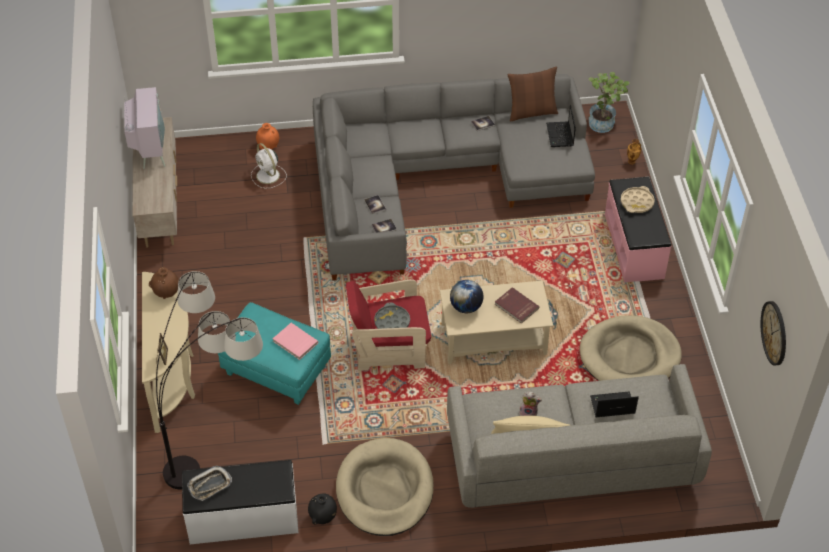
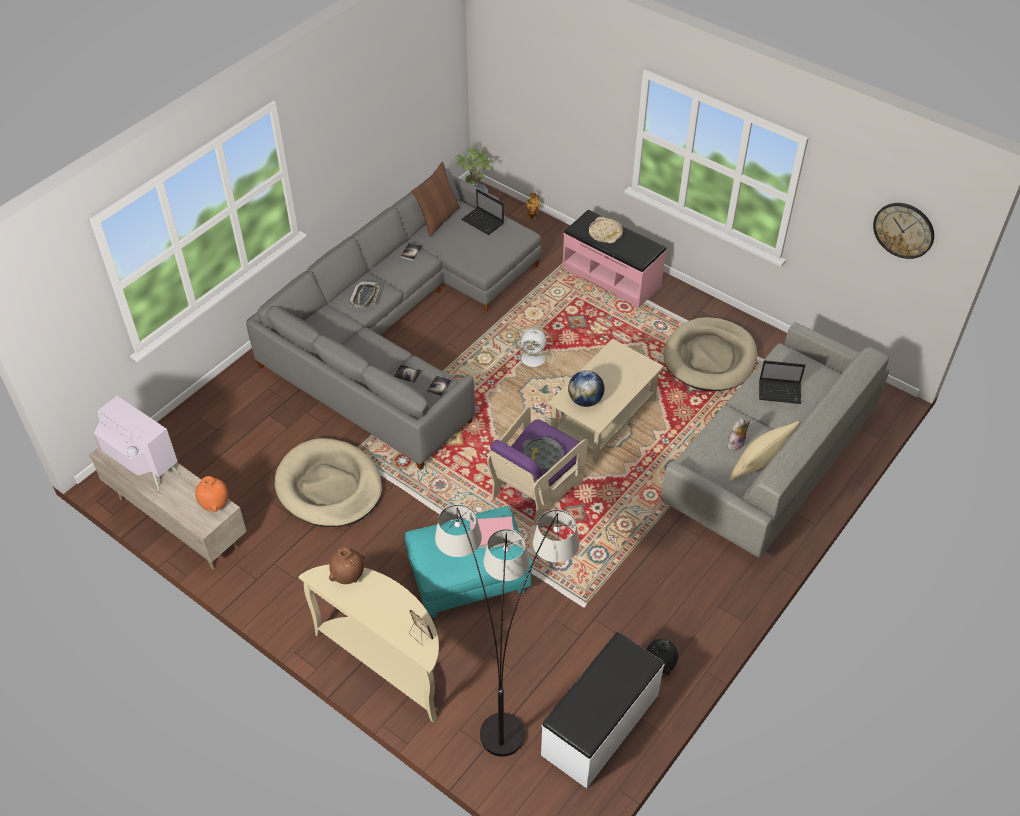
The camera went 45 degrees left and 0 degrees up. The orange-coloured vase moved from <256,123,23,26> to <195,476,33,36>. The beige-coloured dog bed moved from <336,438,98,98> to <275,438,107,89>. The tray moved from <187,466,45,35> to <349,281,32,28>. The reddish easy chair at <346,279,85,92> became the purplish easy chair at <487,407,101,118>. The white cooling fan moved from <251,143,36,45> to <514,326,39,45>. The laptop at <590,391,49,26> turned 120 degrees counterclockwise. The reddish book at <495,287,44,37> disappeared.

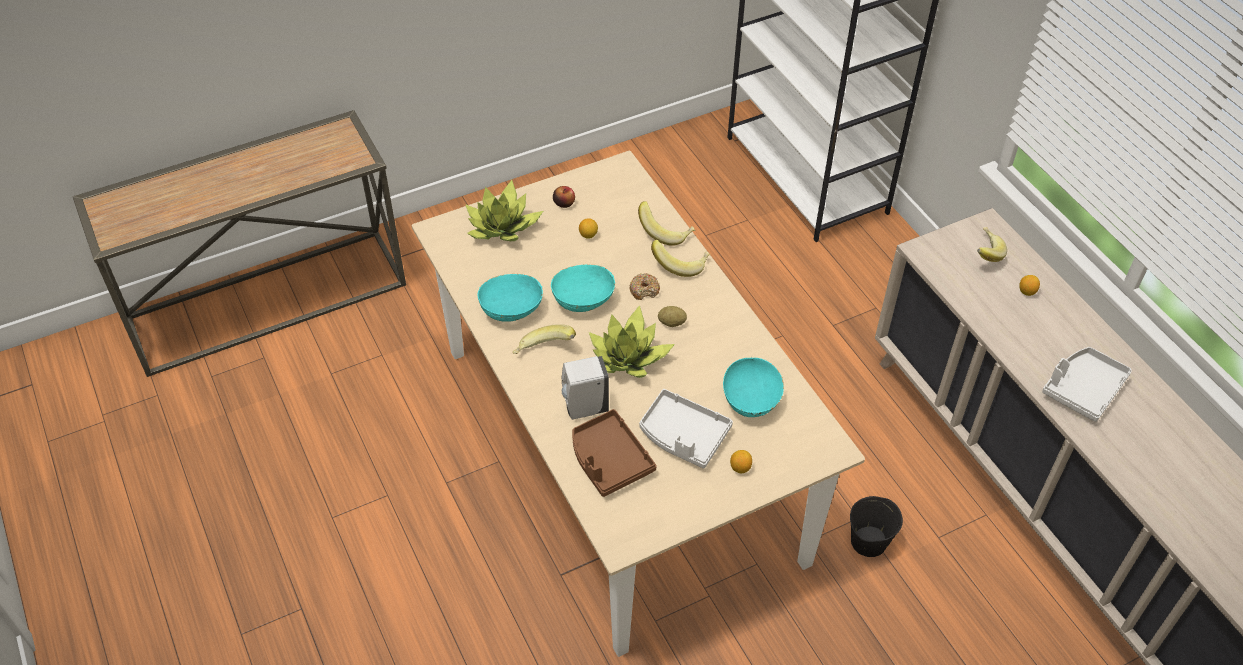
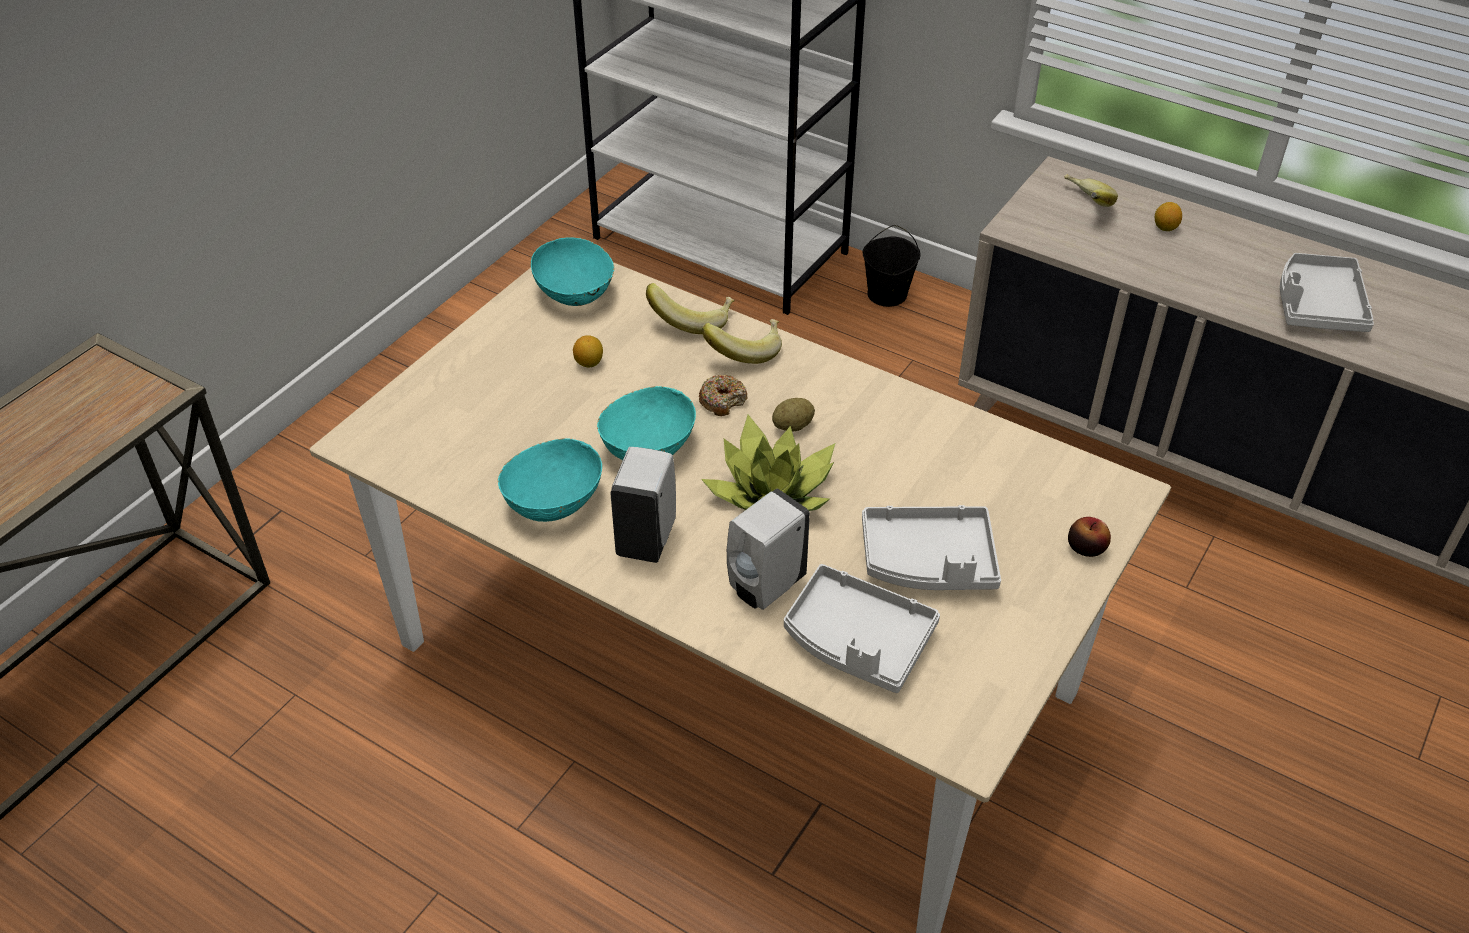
The camera went 30 degrees left and 5 degrees down. The turquoise-coloured deep dish moved from <723,358,61,59> to <531,237,84,69>. The banana at <513,324,63,30> was replaced by the white soap dispenser at <610,447,66,116>. The brown-coloured tray at <572,409,85,88> became the grey tray at <784,564,156,129>. The black-coloured water bucket moved from <850,496,53,61> to <863,225,58,82>. The whole apple moved from <553,186,22,22> to <1068,517,43,40>. The houseplant at <465,180,78,61> disappeared. The citrus fruit at <730,450,22,23> disappeared.

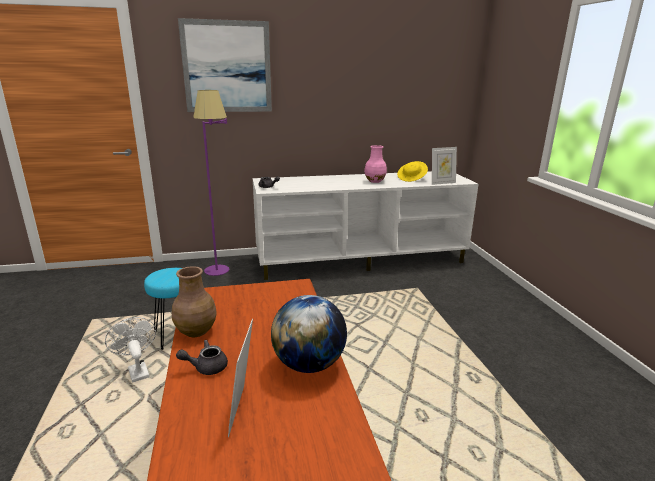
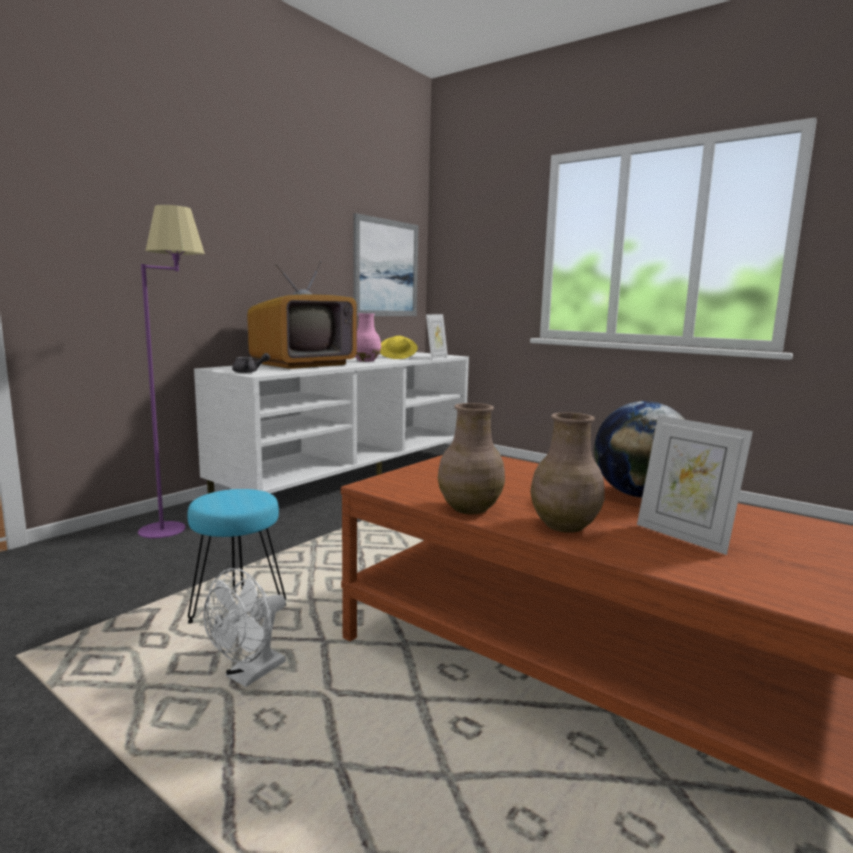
The camera went 40 degrees left and 10 degrees down. The white cooling fan at <105,317,51,66> turned 75 degrees counterclockwise. The television at <247,261,110,108> appeared. The wall art moved from <178,18,94,94> to <354,213,65,103>. The grey pot for tea at <176,340,52,35> was replaced by the brown-coloured vase at <530,413,75,120>.

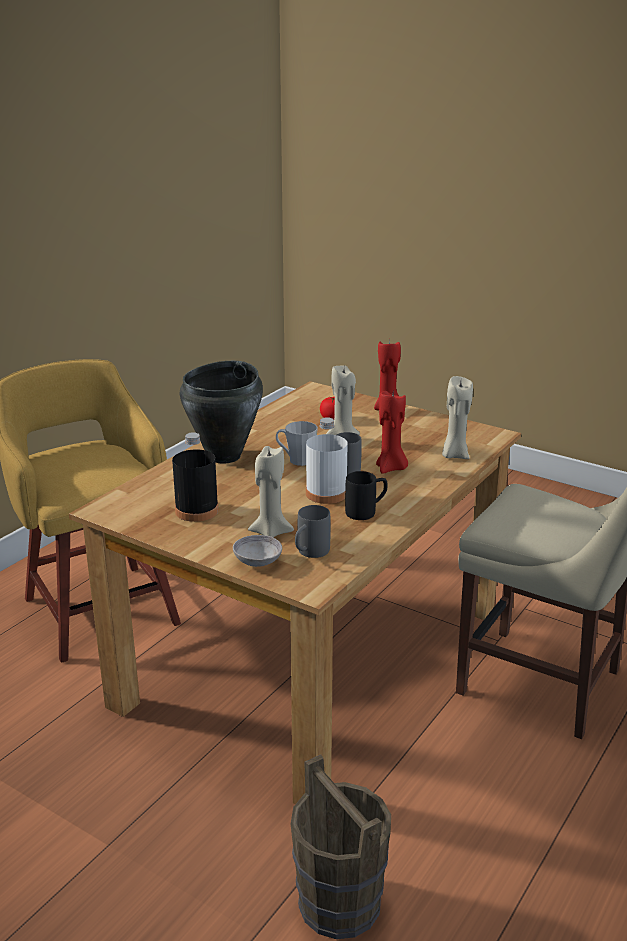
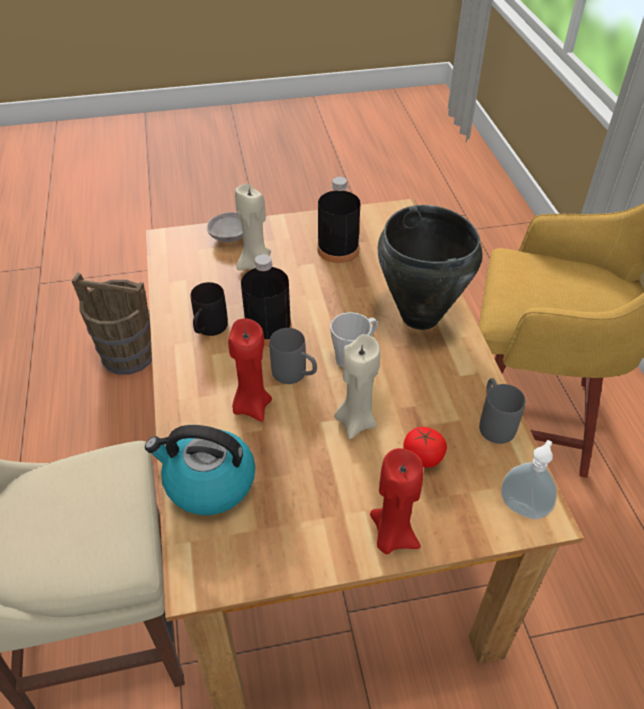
The camera went 135 degrees right and 20 degrees up. The beige-coloured candle at <442,376,31,83> was replaced by the tea kettle at <145,425,110,90>. The white drink bottle at <306,417,42,87> became the black-coloured drink bottle at <241,254,51,92>. The grey tea mug moved from <295,505,36,53> to <479,378,47,66>. The soap dispenser at <501,440,56,79> appeared.

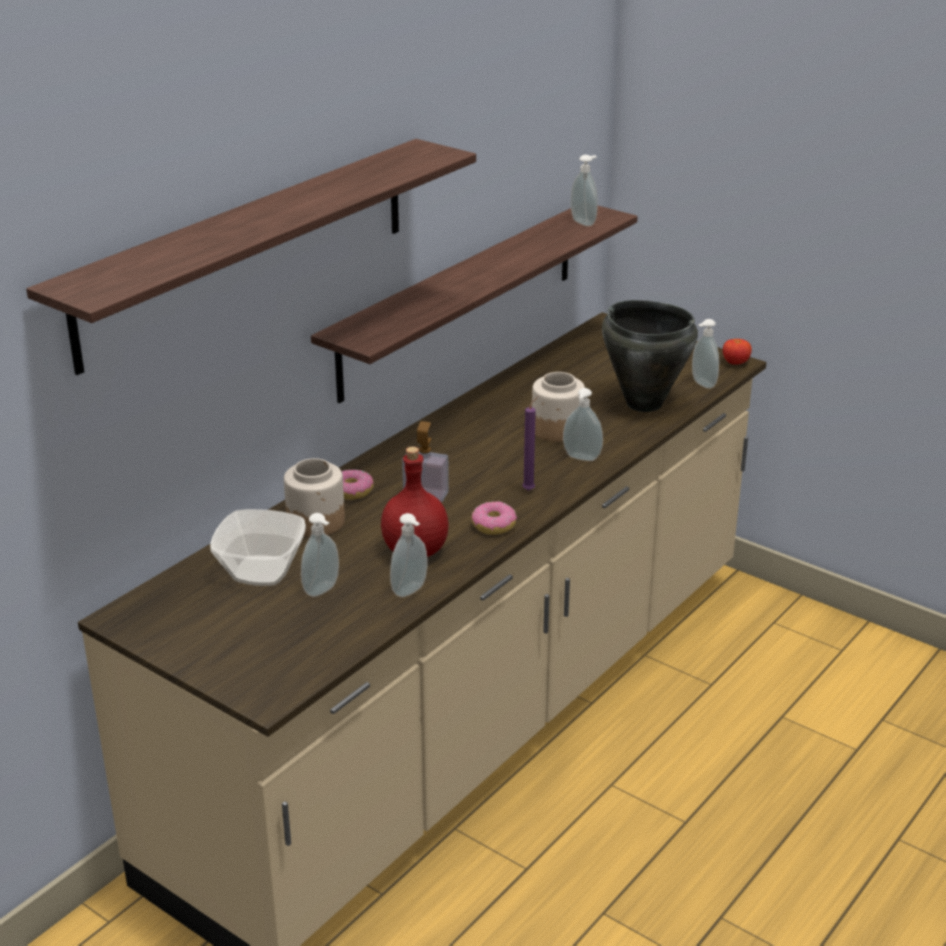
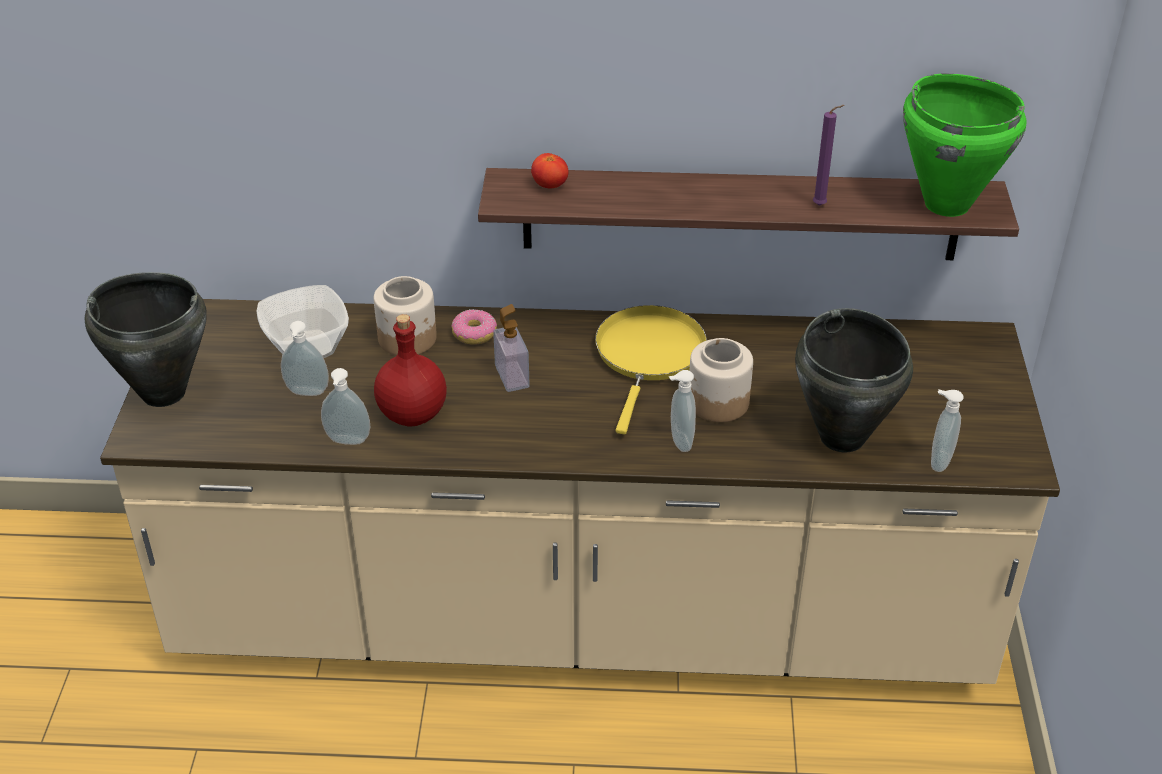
The camera went 55 degrees right and 10 degrees up. The black-coloured cooking pot at <85,272,122,135> appeared. The fresh tomato moved from <723,339,29,26> to <531,153,38,36>. The yellow skillet at <595,305,112,129> appeared. The purplish candle moved from <522,396,16,95> to <813,105,32,101>. The soap dispenser at <571,155,27,71> was replaced by the green cooking pot at <903,73,124,144>. The wall shelf at <26,139,450,236> disappeared. The donut at <472,501,45,34> disappeared.

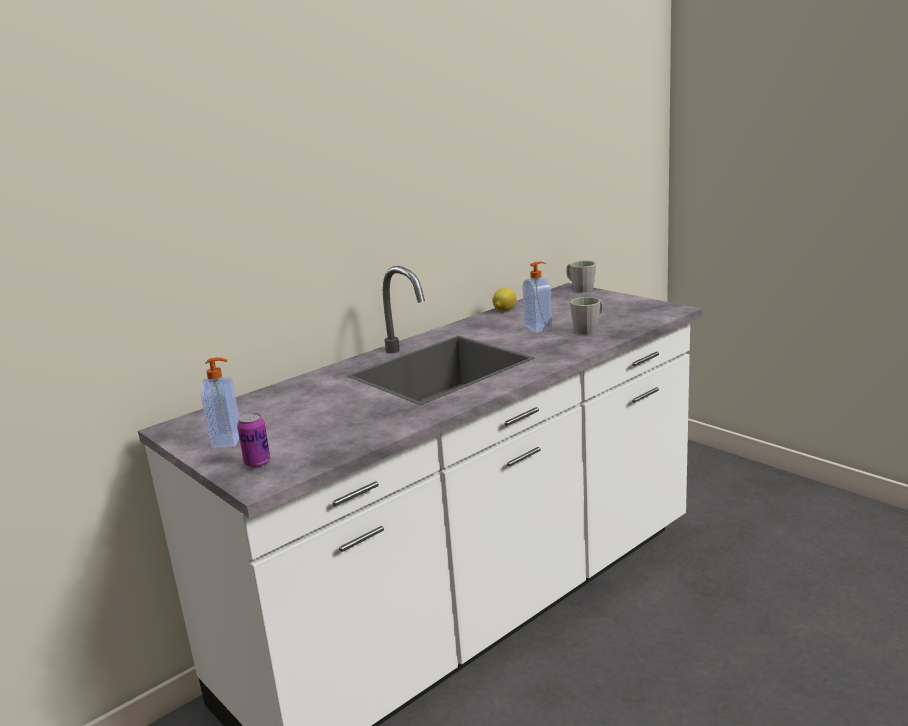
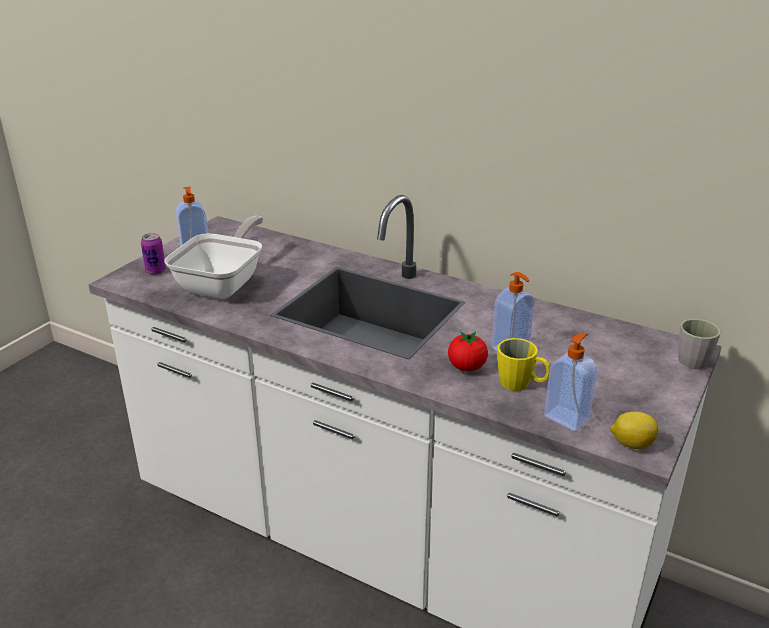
The camera went 70 degrees right and 10 degrees up. The skillet at <164,216,99,83> appeared. The fresh tomato at <448,332,40,39> appeared. The grey tea mug at <570,297,33,38> became the yellow tea mug at <497,338,53,53>. The soap dispenser at <544,333,53,98> appeared. The citrus fruit moved from <492,288,24,23> to <610,412,48,37>.

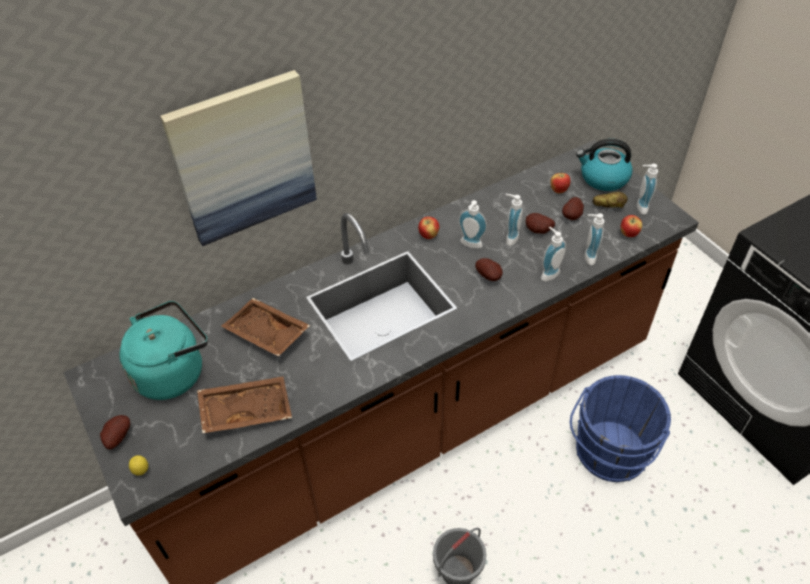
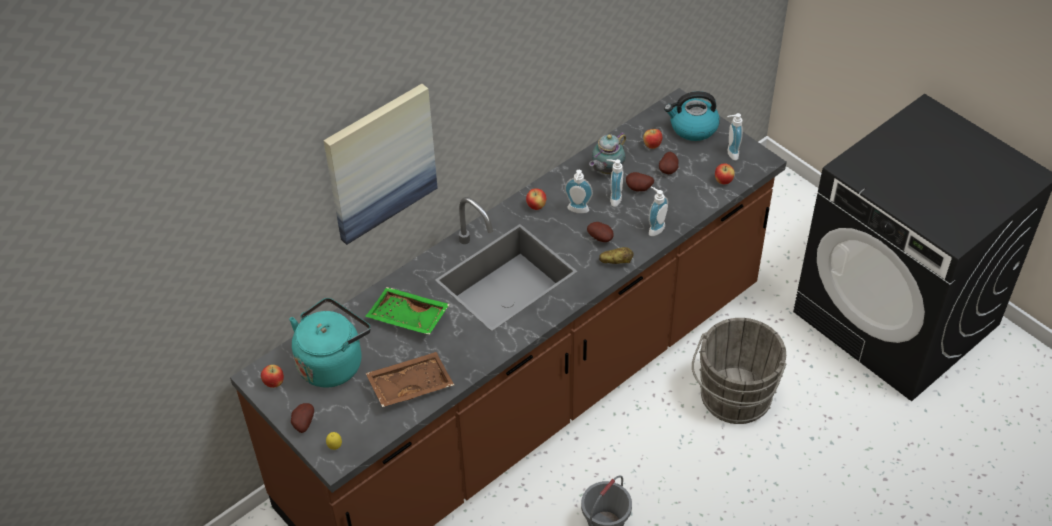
The camera went 10 degrees left and 0 degrees up. The whole apple at <261,365,23,23> appeared. The brown-coloured tray at <221,298,89,58> became the green tray at <365,287,85,48>. The pot for tea at <589,132,37,42> appeared. The spud moved from <592,192,36,16> to <599,247,34,17>. The bluish water bucket at <570,375,101,107> became the grey water bucket at <692,318,94,106>. The soap dispenser at <584,213,20,52> disappeared.

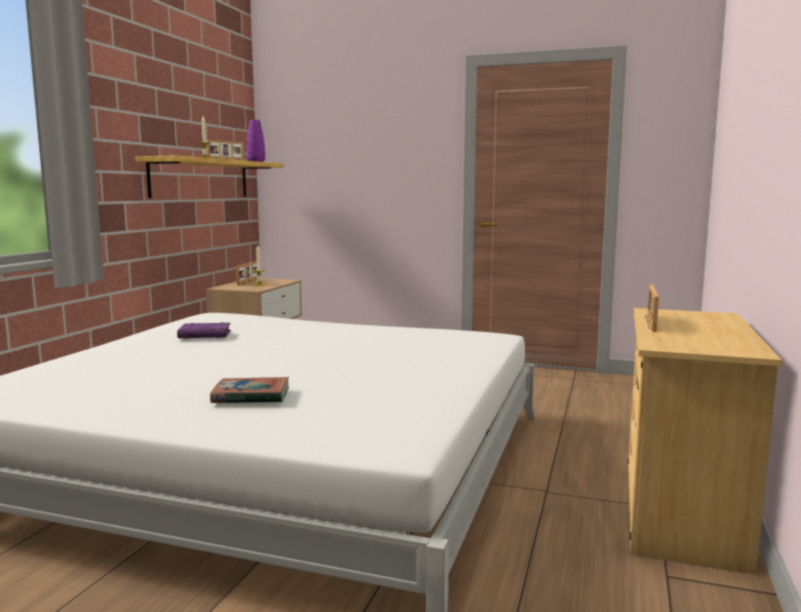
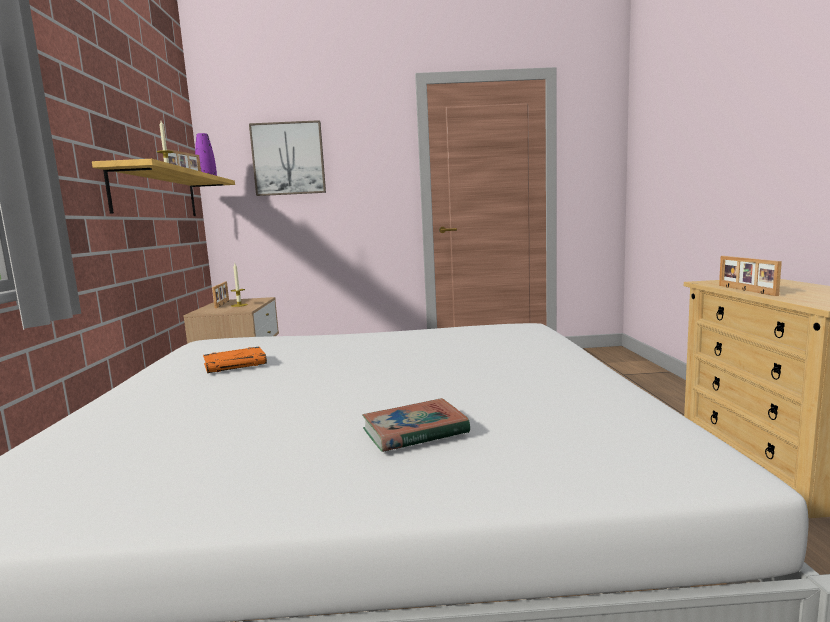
The camera went 20 degrees left and 0 degrees up. The purplish book at <177,322,54,17> became the orange-coloured book at <203,347,64,26>. The wall art at <249,120,77,76> appeared.

